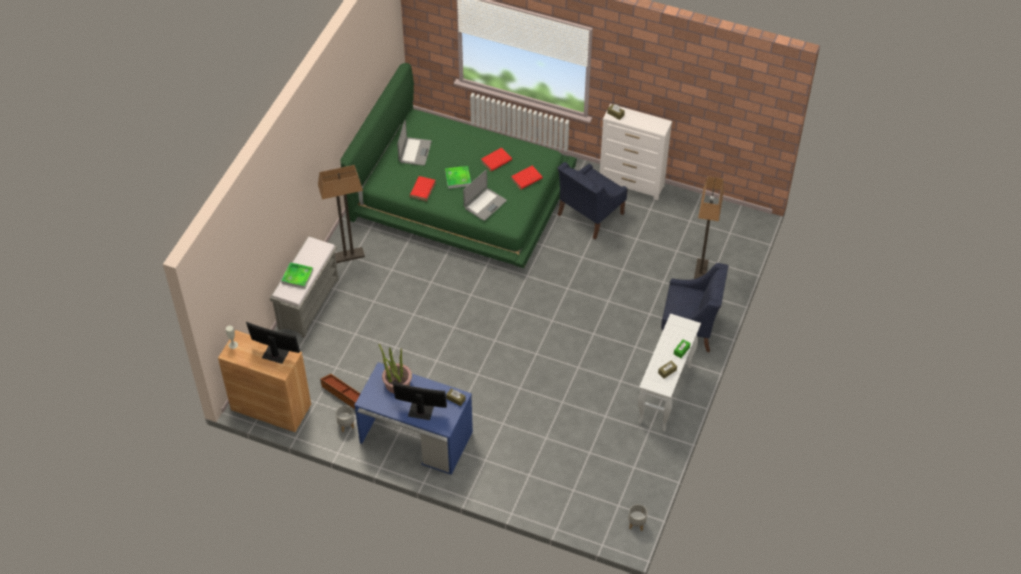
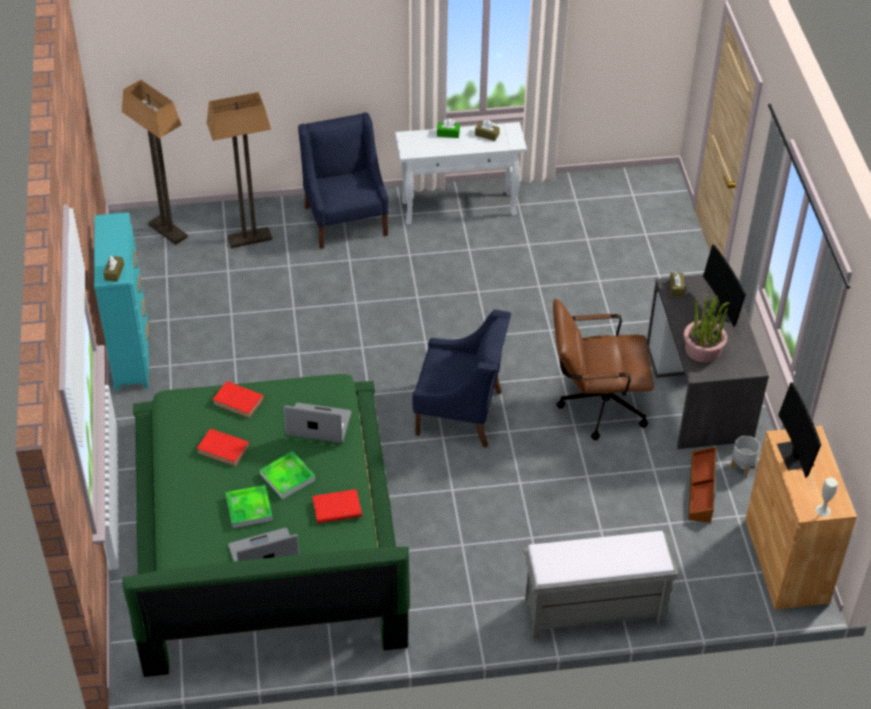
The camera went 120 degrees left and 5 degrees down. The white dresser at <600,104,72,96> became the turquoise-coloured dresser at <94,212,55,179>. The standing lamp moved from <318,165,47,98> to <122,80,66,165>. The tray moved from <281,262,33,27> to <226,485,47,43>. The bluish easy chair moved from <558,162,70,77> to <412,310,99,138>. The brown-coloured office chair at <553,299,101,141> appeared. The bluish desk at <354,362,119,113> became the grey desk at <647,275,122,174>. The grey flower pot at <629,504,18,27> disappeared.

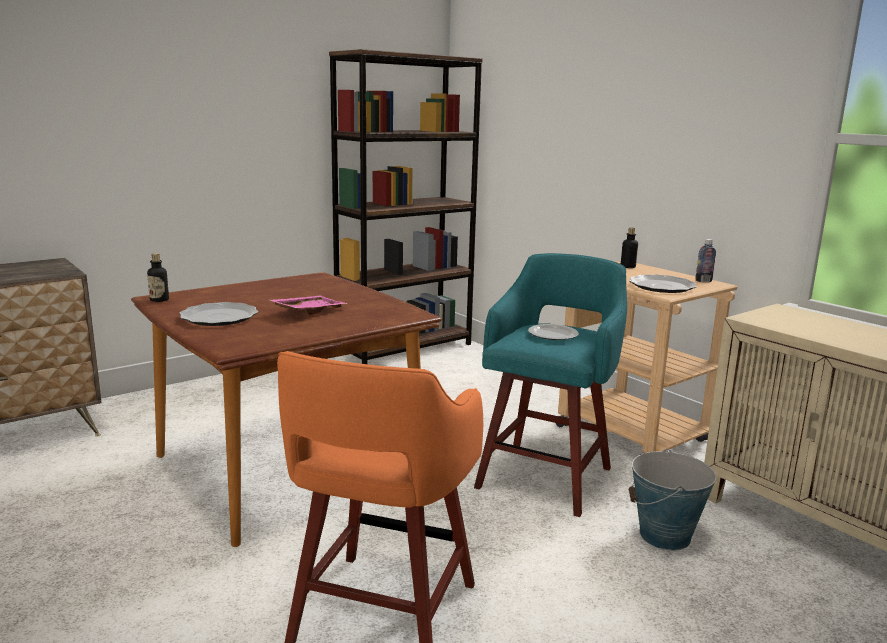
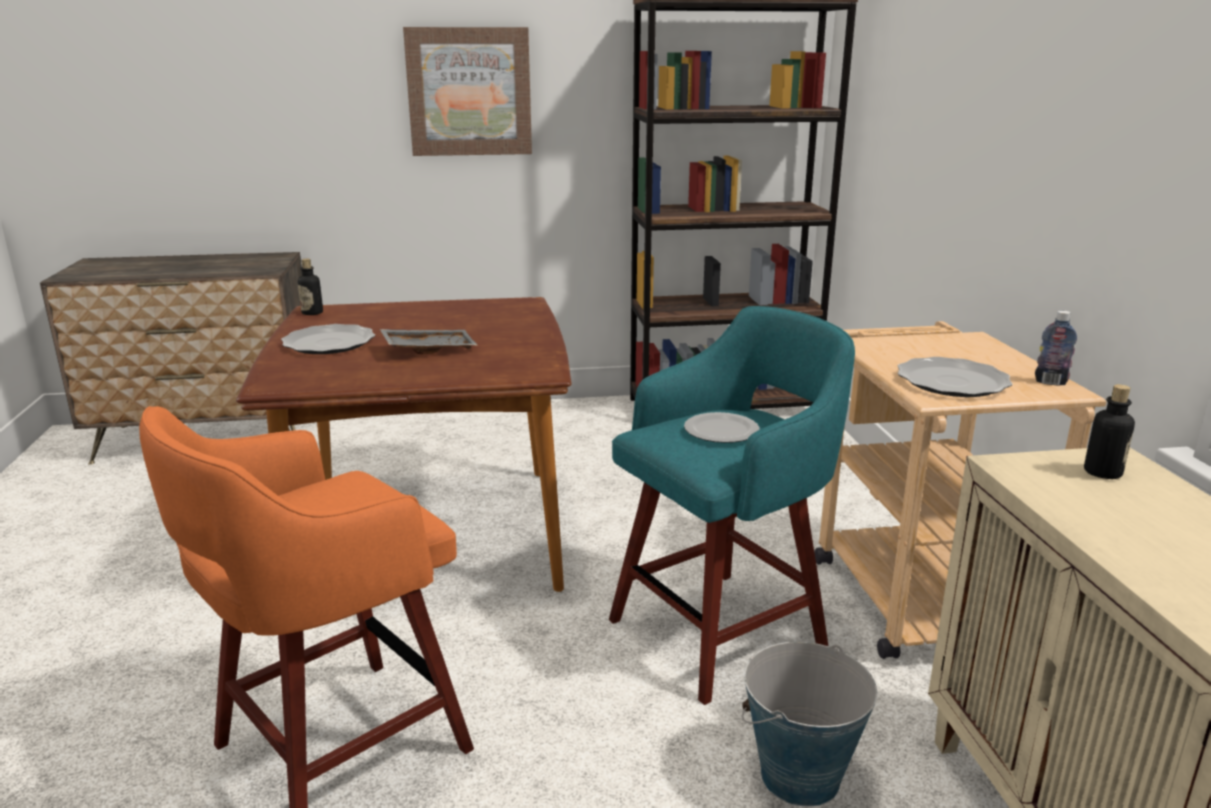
The camera went 30 degrees right and 5 degrees up. The pinkish tray at <270,295,77,20> became the grey tray at <380,329,97,25>. The wall art at <403,27,129,129> appeared. The drink bottle moved from <621,228,17,40> to <1084,384,51,95>.

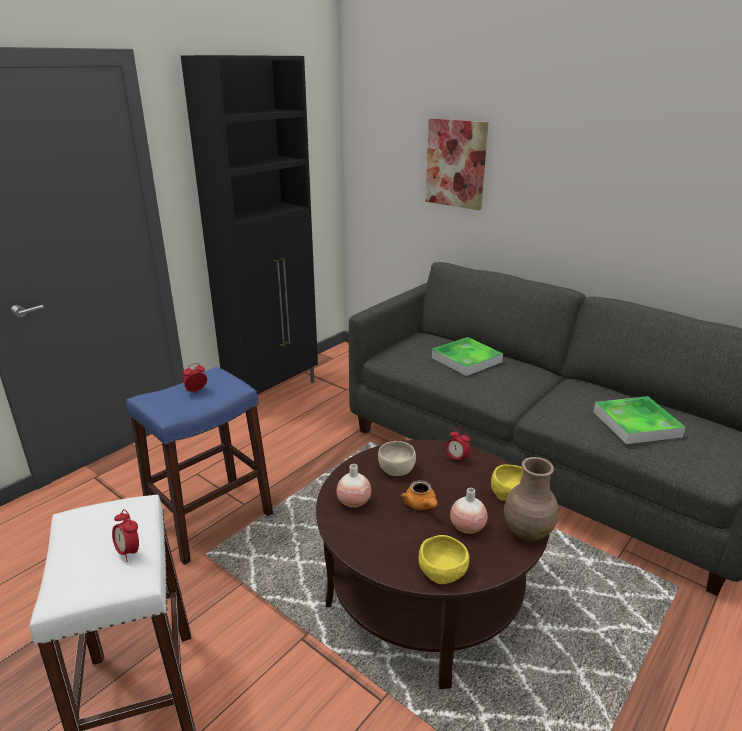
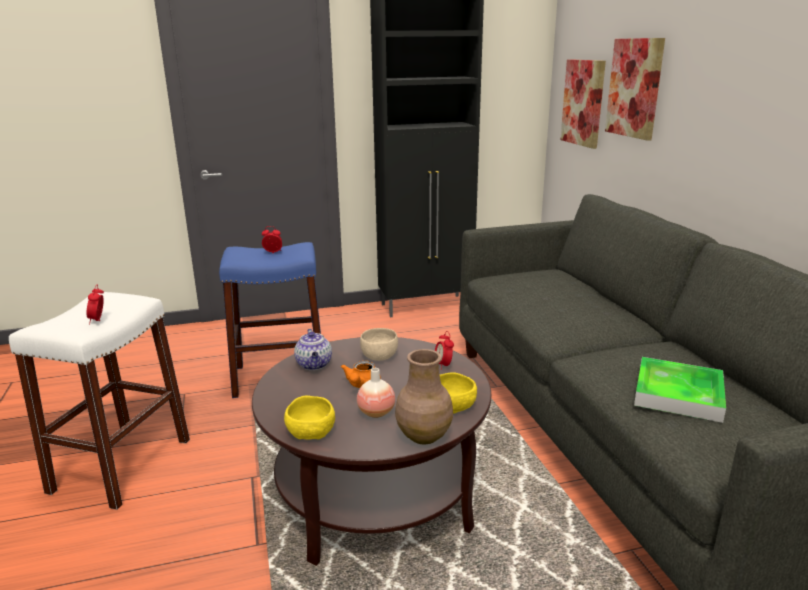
The camera went 35 degrees right and 5 degrees down. The vase at <337,464,34,44> was replaced by the pot for tea at <294,329,38,41>. The wall art at <560,59,46,90> appeared. The tray at <432,337,71,39> disappeared.

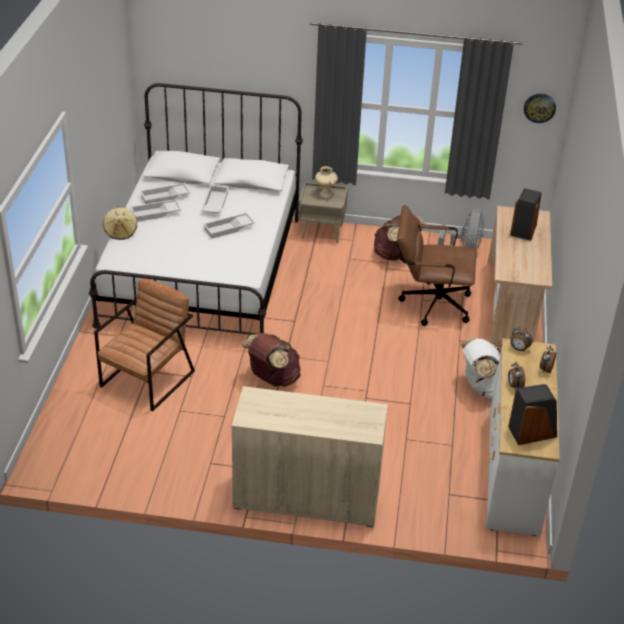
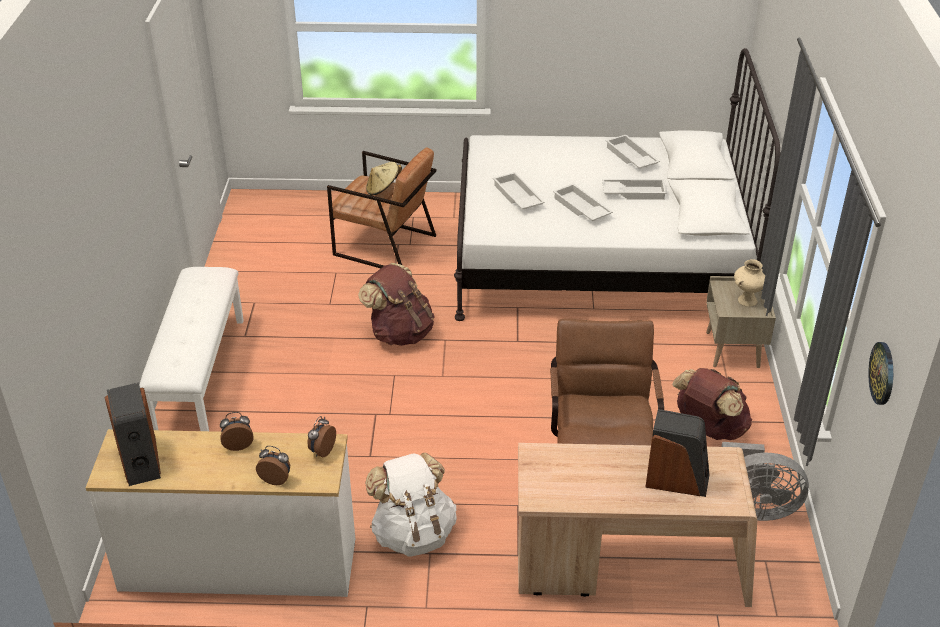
The camera went 85 degrees right and 0 degrees up. The beige-coloured cupboard at <232,386,156,142> was replaced by the white long seat at <139,267,105,164>. The beige-coloured hat moved from <103,207,34,33> to <366,162,36,34>. The white tray moved from <130,199,52,23> to <493,172,52,38>.

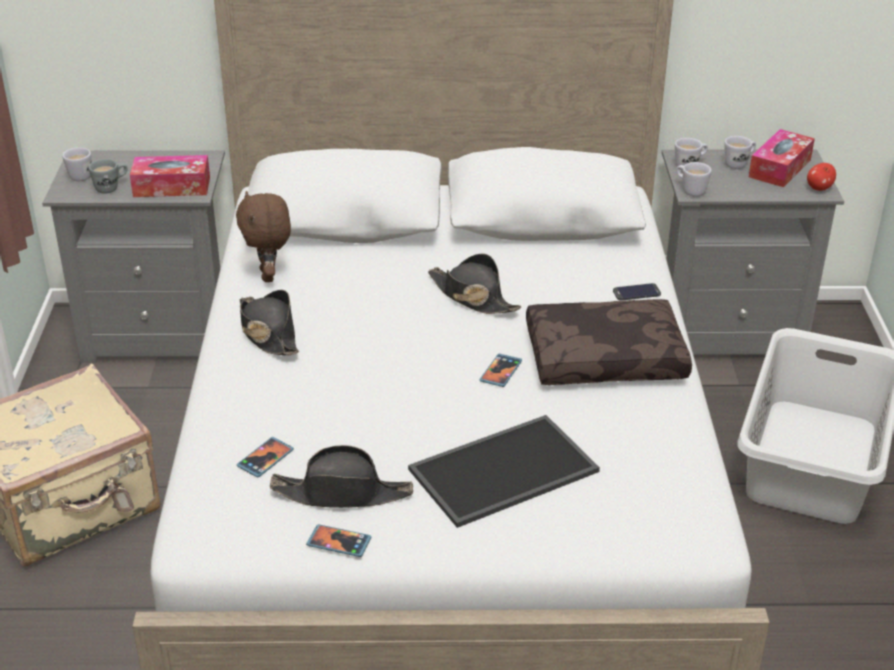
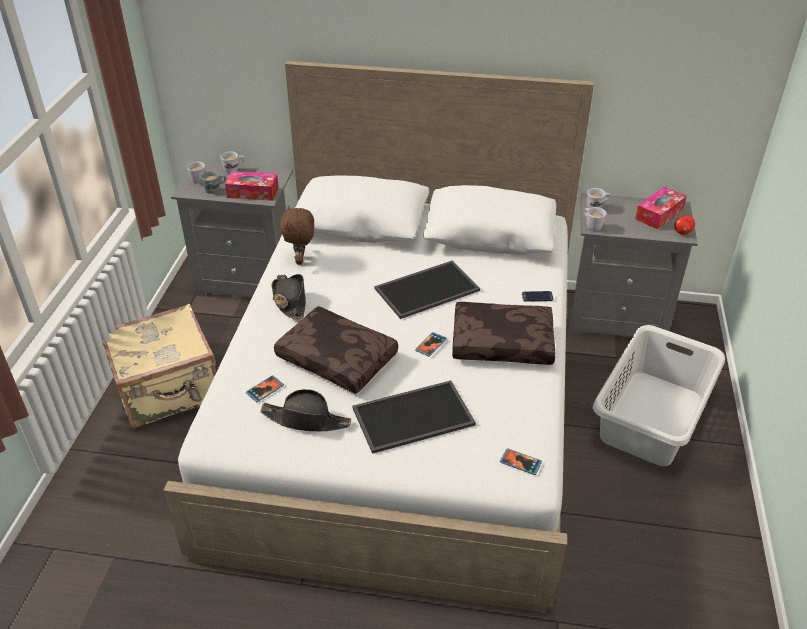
The camera went 10 degrees right and 5 degrees up. The white tea mug moved from <725,136,31,33> to <220,151,25,22>. The brown-coloured cushion at <274,306,124,88> appeared. The black-coloured hat at <428,253,93,61> was replaced by the tray at <374,261,106,58>. The handset moved from <306,524,66,33> to <500,448,42,27>.

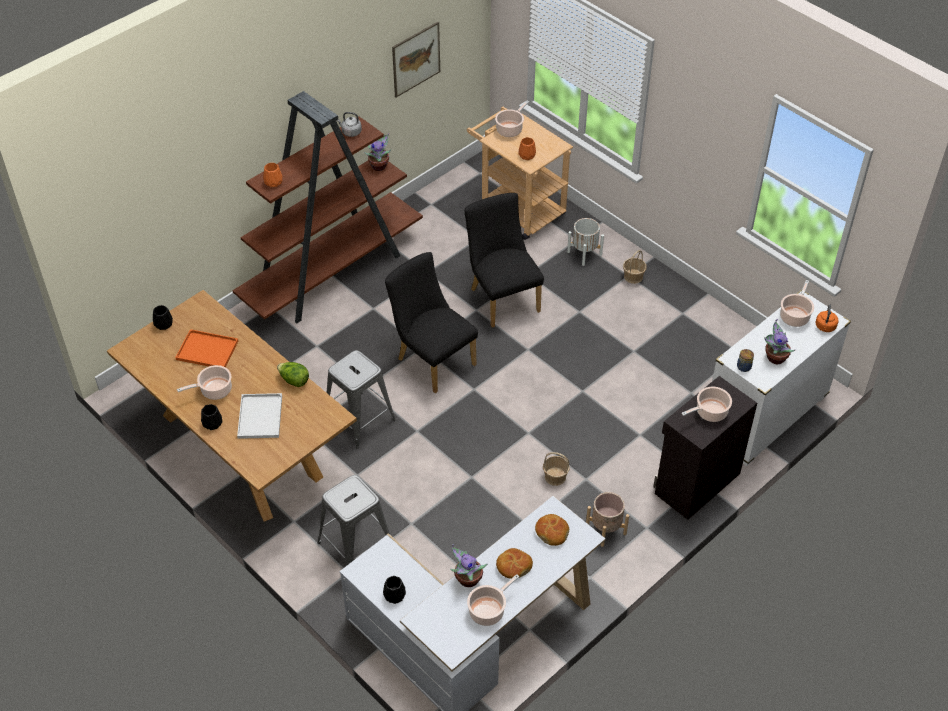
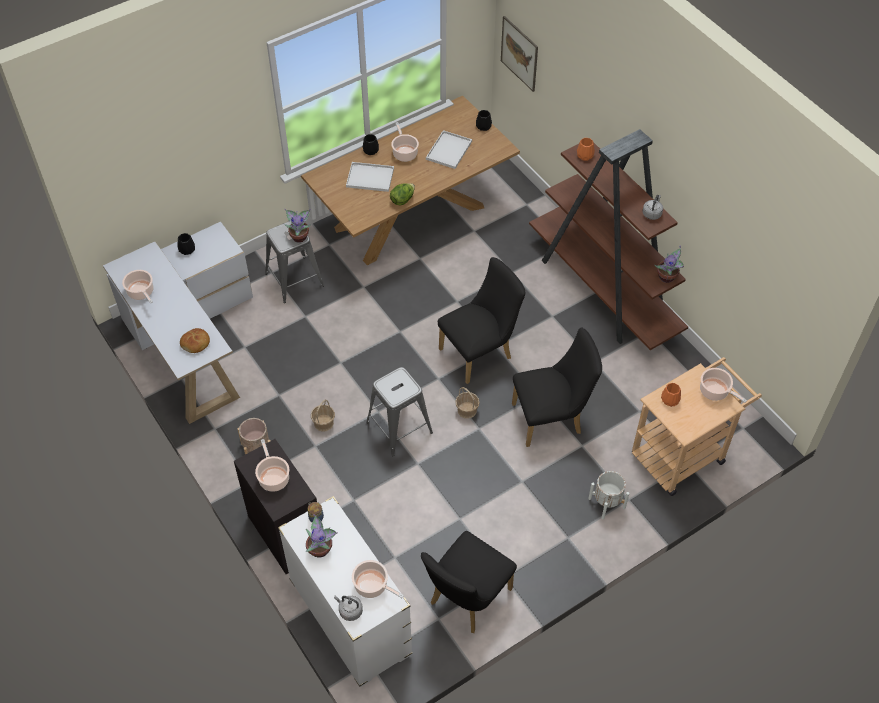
The camera went 100 degrees right and 5 degrees up. The houseplant moved from <451,544,37,43> to <284,209,27,34>. The orange-coloured tea kettle at <816,305,23,27> became the grey tea kettle at <334,596,29,25>. The grey stool moved from <327,350,69,99> to <366,367,67,89>. The black-coloured chair at <421,531,96,102> appeared. The orange-coloured tray at <175,329,63,38> became the white tray at <426,130,46,39>. The basket moved from <623,250,24,34> to <455,387,25,32>. The wall art moved from <392,22,48,75> to <501,16,37,76>. The bakery bread at <496,548,37,31> disappeared.

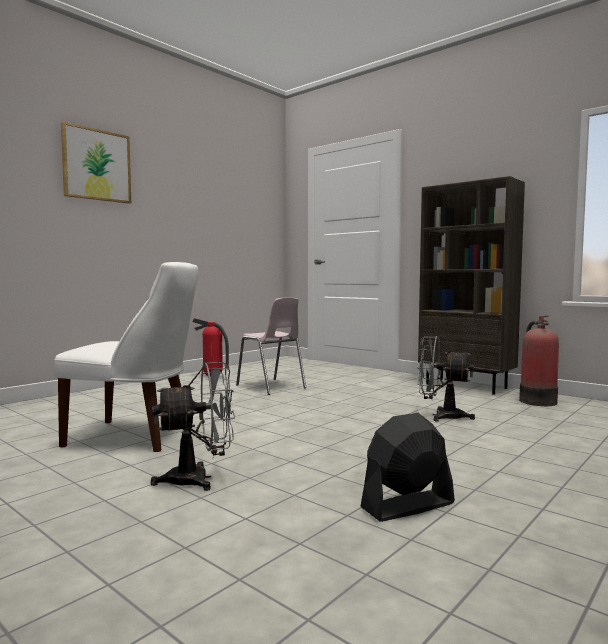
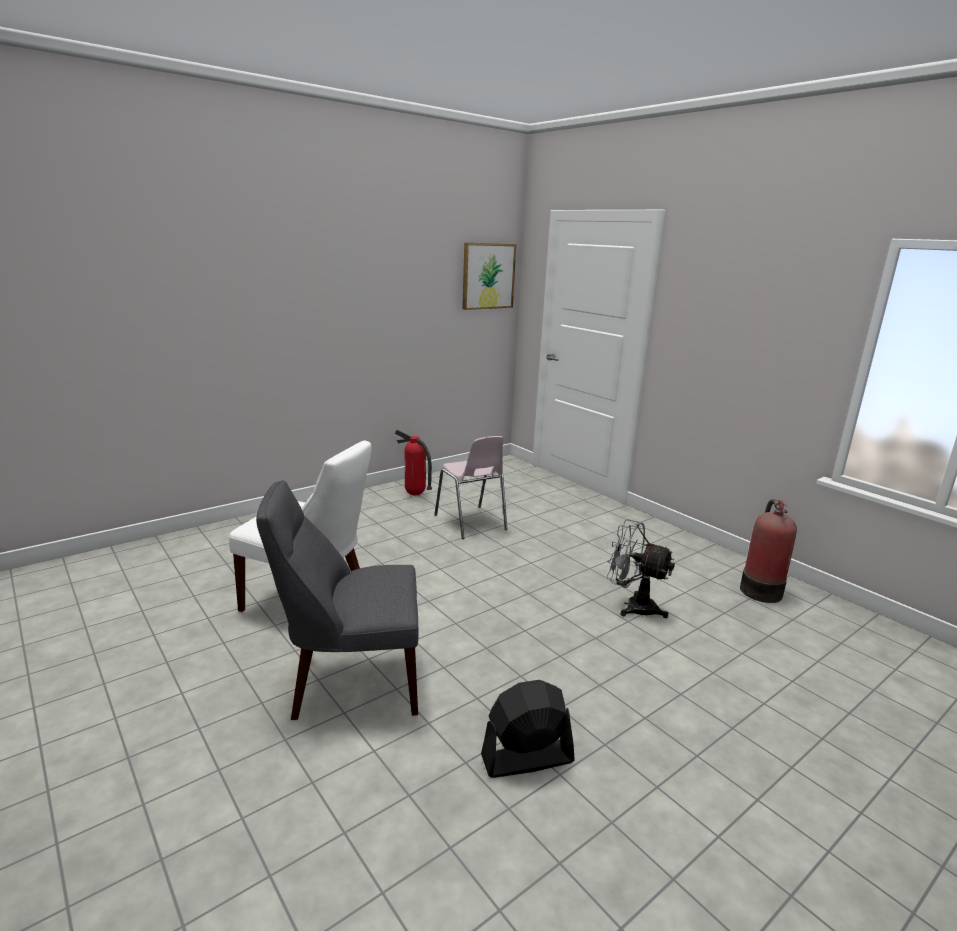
The camera went 10 degrees right and 15 degrees up. The grey cooling fan at <151,362,84,129> was replaced by the grey chair at <256,480,162,240>. The wall art moved from <61,122,70,82> to <462,243,54,67>. The brown-coloured bookshelf at <418,176,107,219> disappeared.

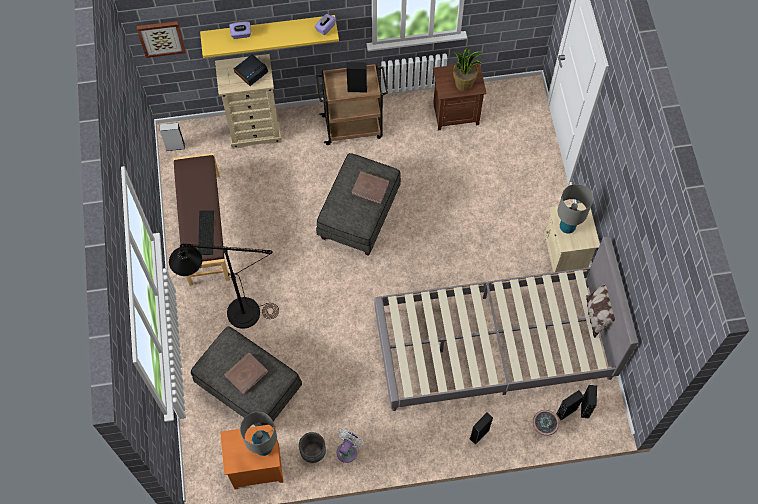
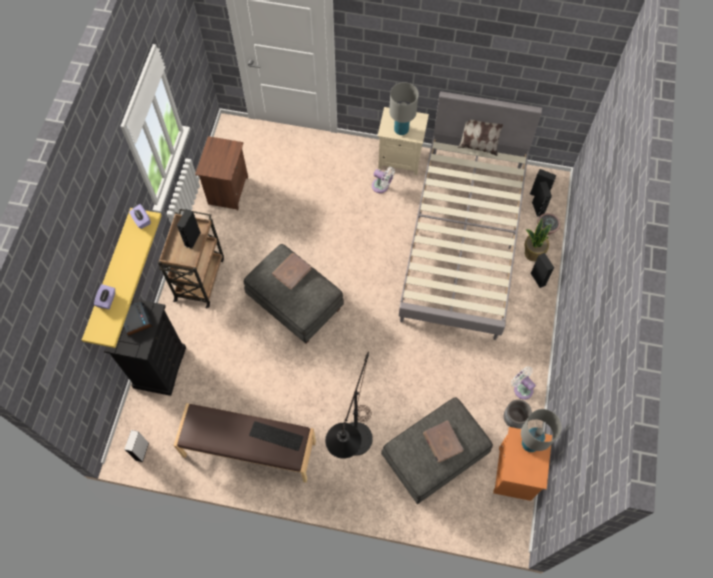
The camera went 70 degrees left and 0 degrees up. The beige-coloured dresser at <215,54,67,95> became the black-coloured dresser at <104,299,82,97>. The white cooling fan at <372,167,23,26> appeared. The houseplant moved from <453,48,30,43> to <524,218,28,43>. The wall art at <137,21,49,37> disappeared.

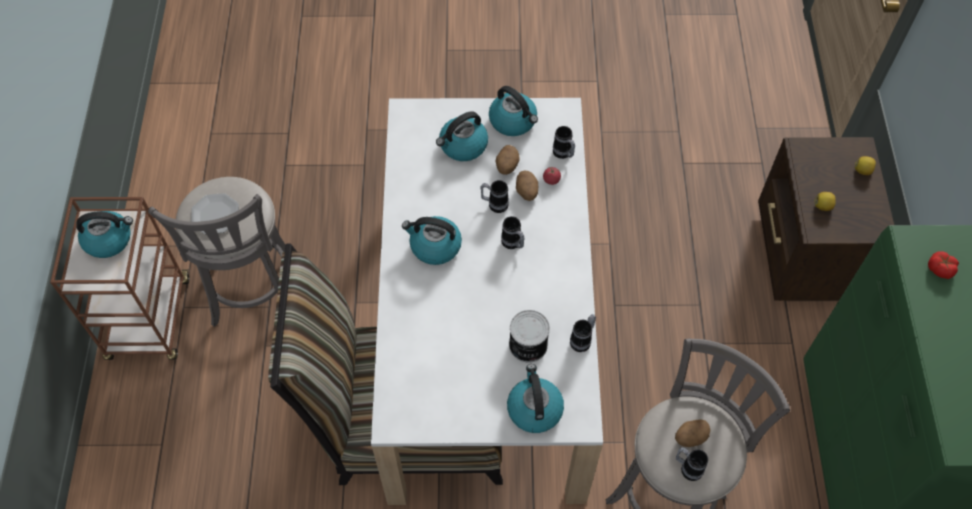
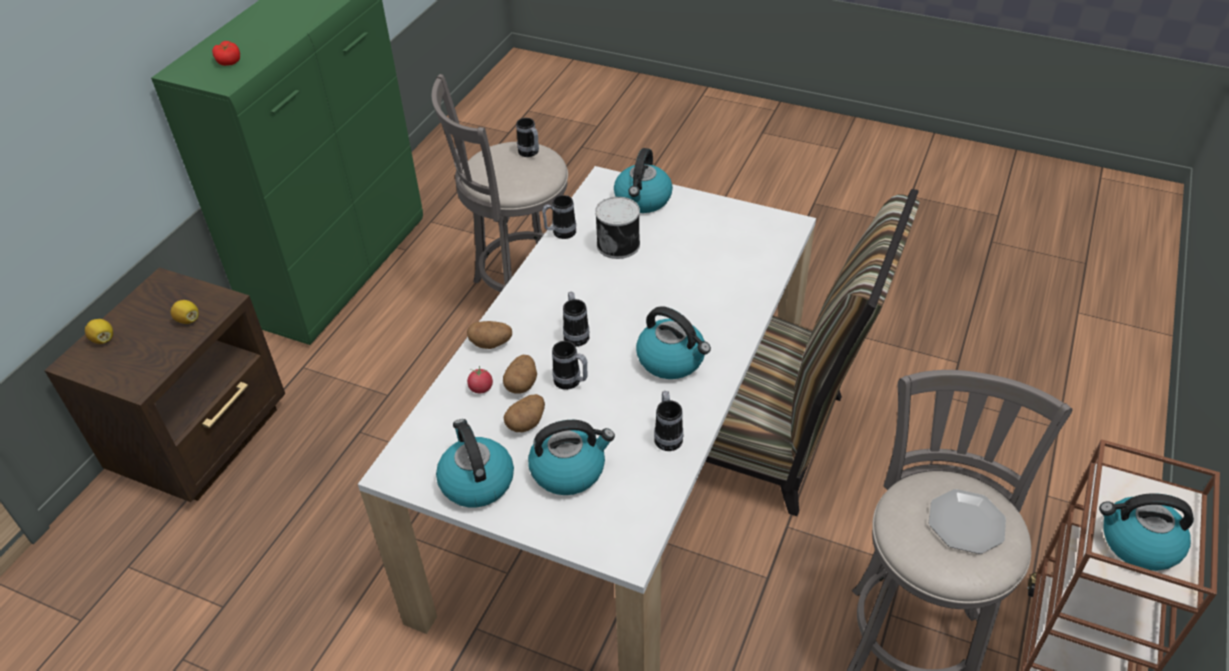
The camera went 155 degrees left and 15 degrees down. The spud moved from <675,419,35,28> to <467,321,45,28>. The tea mug moved from <553,126,22,33> to <654,391,29,60>.

